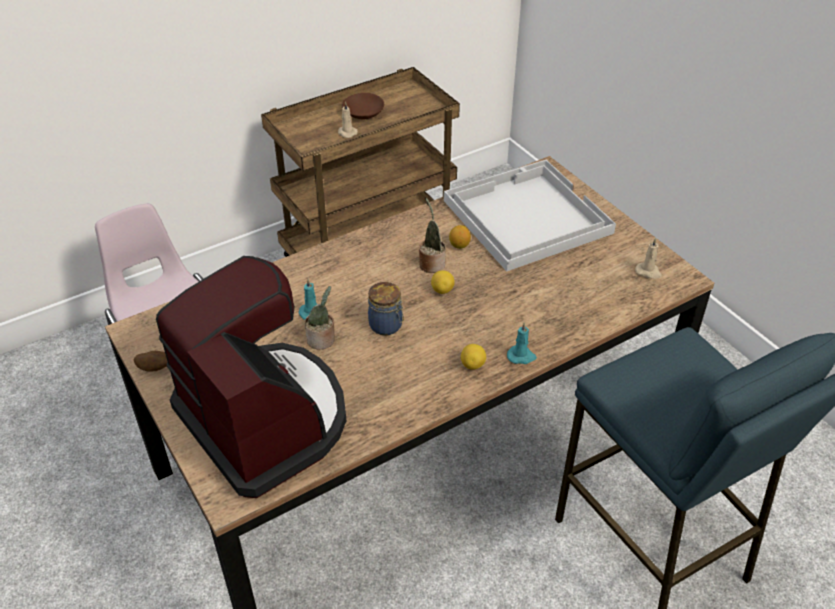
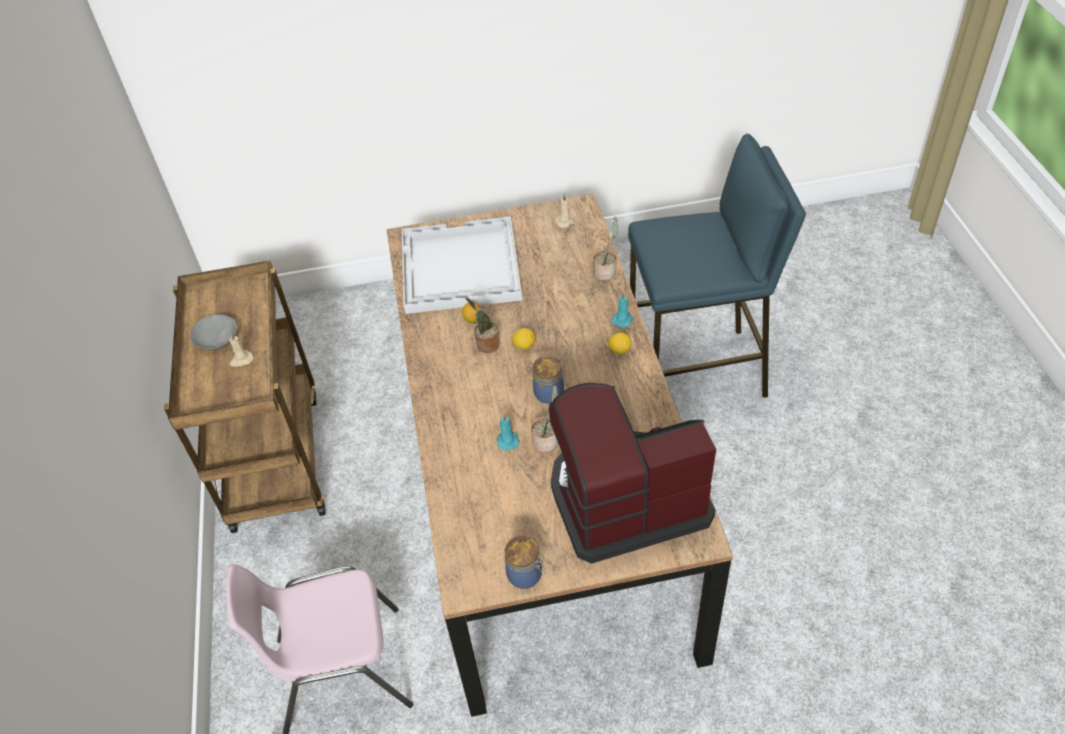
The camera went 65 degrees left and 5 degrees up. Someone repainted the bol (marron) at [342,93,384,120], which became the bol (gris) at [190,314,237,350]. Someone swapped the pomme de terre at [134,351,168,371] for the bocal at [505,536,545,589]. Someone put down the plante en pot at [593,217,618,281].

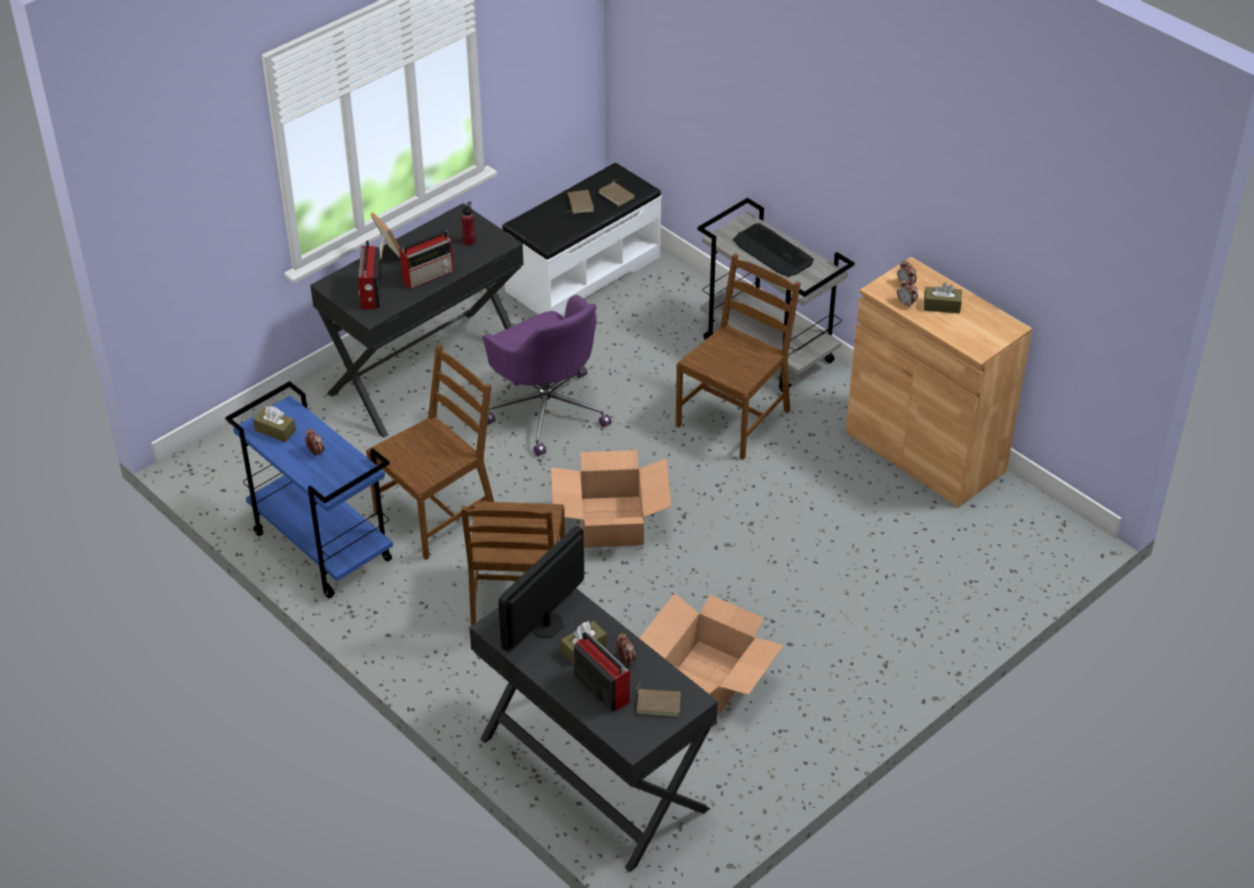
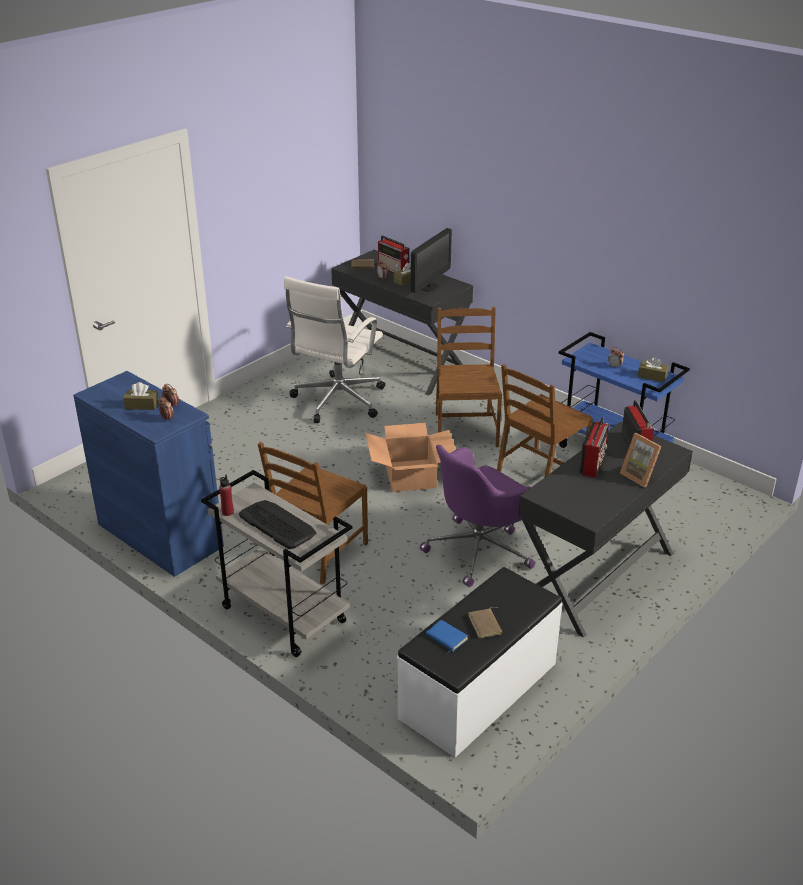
The camera went 175 degrees right and 10 degrees down. Someone repainted the meuble de rangement (marron) at [846,257,1032,508], which became the meuble de rangement (bleu) at [73,371,224,577]. Someone carried the bouteille (rouge) from [461,202,475,245] to [219,475,234,516]. Someone swapped the carton at [639,593,784,715] for the chaise de bureau (blanc) at [284,276,385,423]. Someone rotated the chaise de bureau (violet) at [483,295,611,456] by 90 degrees counterclockwise. Someone repainted the livre (marron) at [599,179,635,206], which became the livre (bleu) at [426,620,468,653]. Someone rotated the radio at [399,230,454,289] by 150 degrees clockwise.

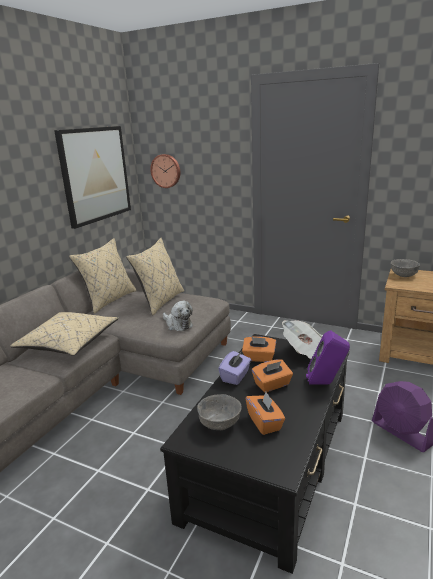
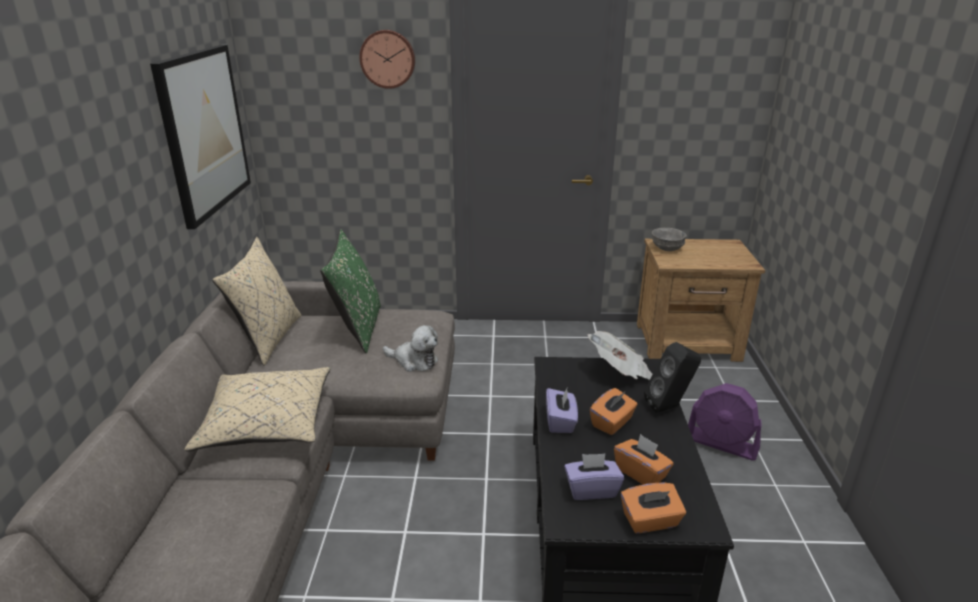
The camera went 25 degrees left and 5 degrees up. Someone repainted the coussin (beige) at [126,238,184,316], which became the coussin (vert) at [320,229,381,353]. Someone carried the horloge murale from [150,154,180,188] to [359,30,415,89]. Someone swapped the bol (gris) at [197,394,242,430] for the boîte à mouchoirs (violet) at [564,454,624,500]. Someone carried the boîte à mouchoirs (orange) from [242,336,276,362] to [621,482,686,533]. Someone repainted the enceinte (violet) at [306,331,350,385], which became the enceinte (noir) at [644,342,701,413].

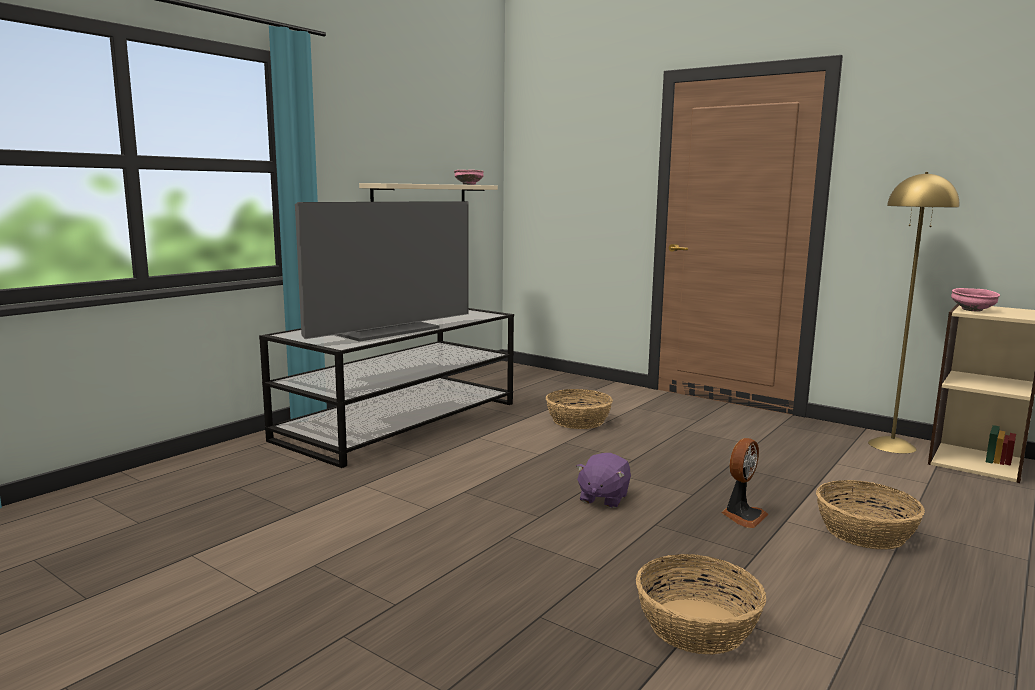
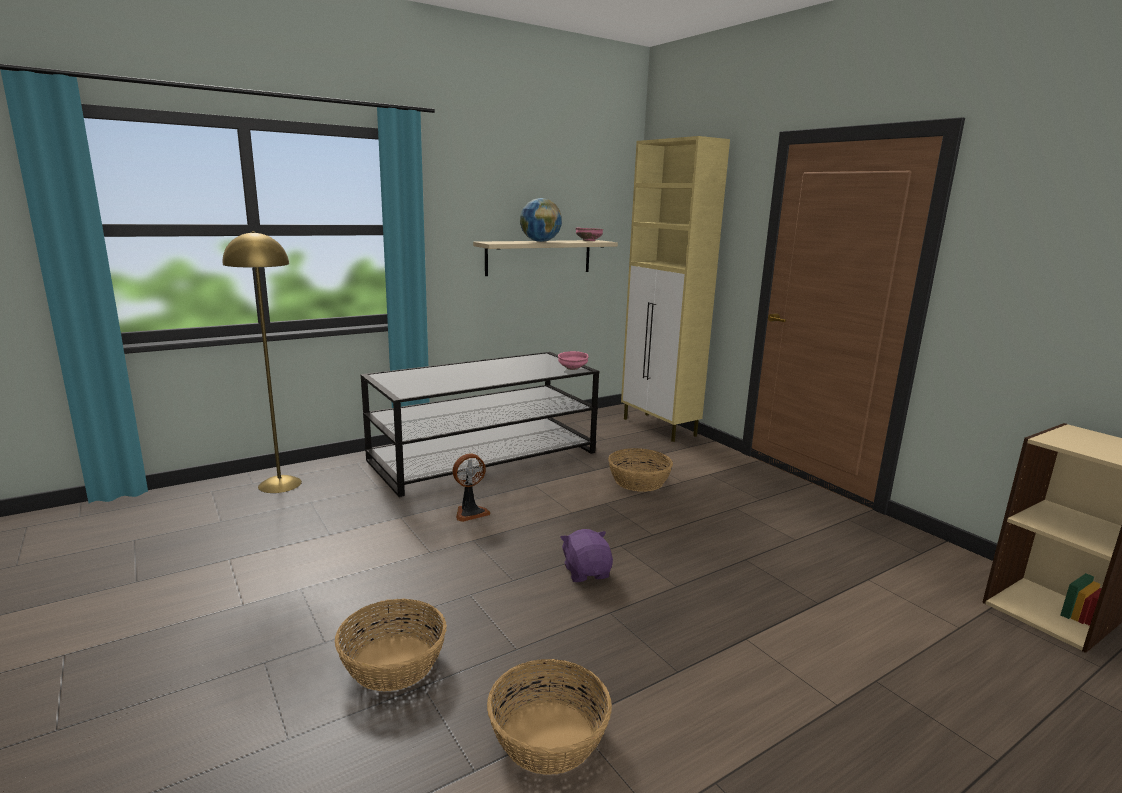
The camera went 20 degrees right and 5 degrees up. Someone carried the lampadaire (jaune) from [868,172,959,454] to [223,231,302,493]. Someone carried the panier from [816,480,925,549] to [335,599,447,692]. Someone carried the ventilateur from [721,438,768,528] to [452,453,491,522]. Someone put down the globe at [520,198,562,242]. Someone carried the bol (rose) from [951,288,1000,312] to [558,351,589,370]. Someone rotated the peluche (violet) at [576,453,631,508] by 120 degrees clockwise. Someone put down the meuble de rangement (beige) at [621,136,730,442]. Someone took away the téléviseur at [295,201,469,342].

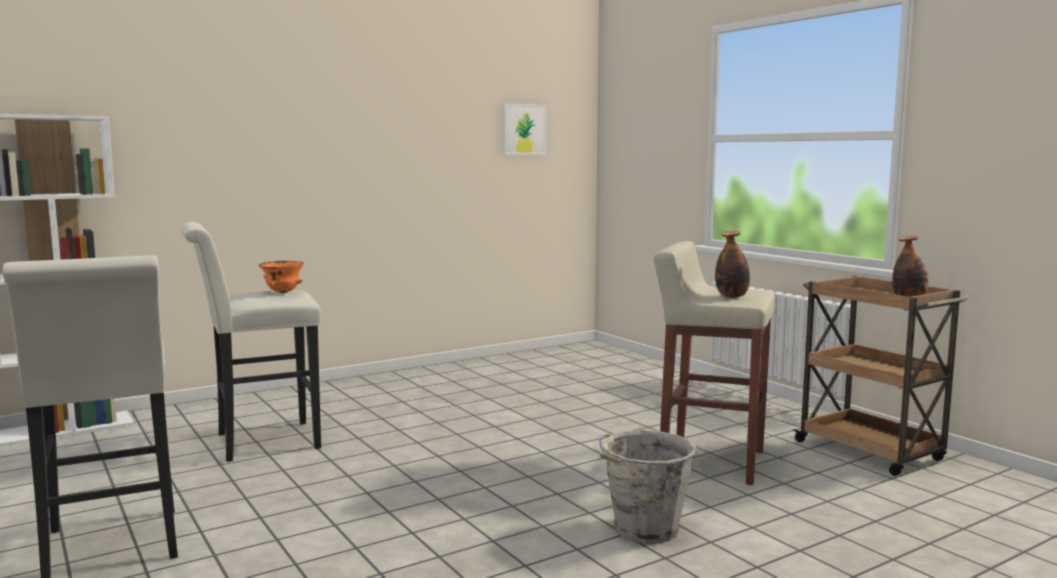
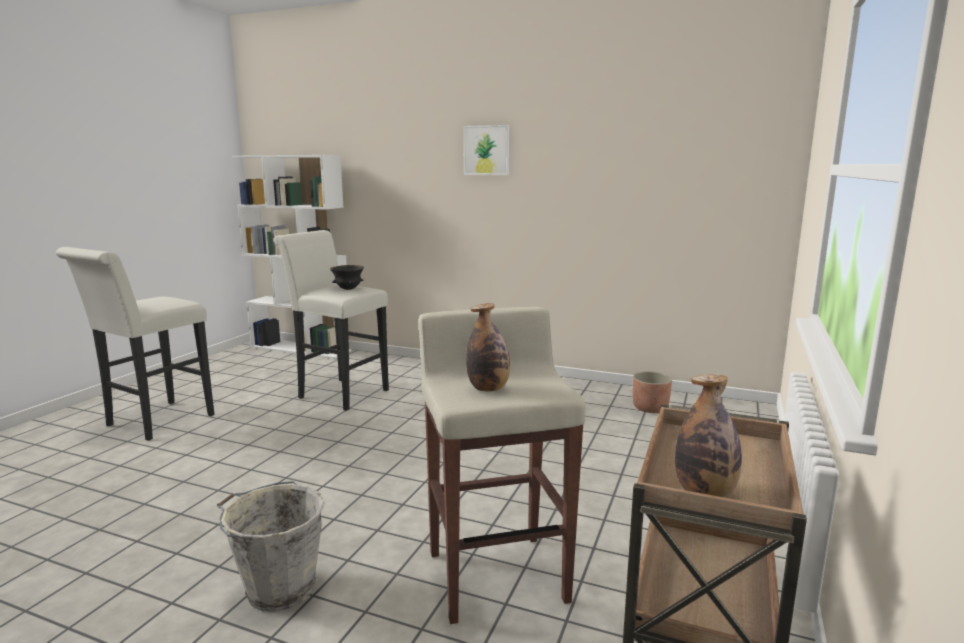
The camera went 55 degrees right and 5 degrees up. Someone repainted the bol (orange) at [259,261,304,293], which became the bol (noir) at [330,265,364,290]. Someone carried the tableau from [503,104,546,154] to [463,125,509,175]. Someone put down the cache-pot at [633,371,672,413].

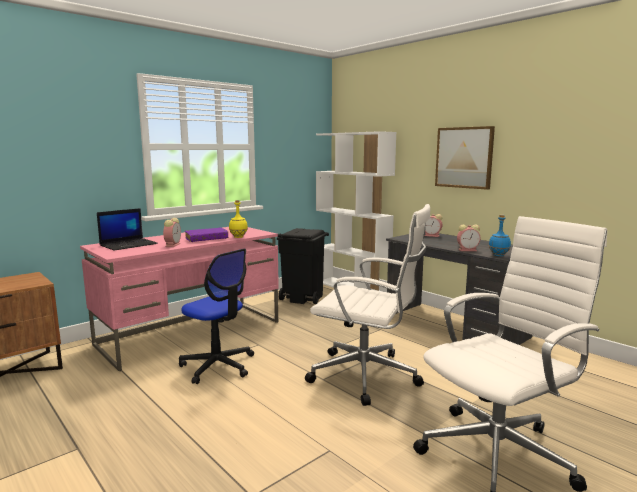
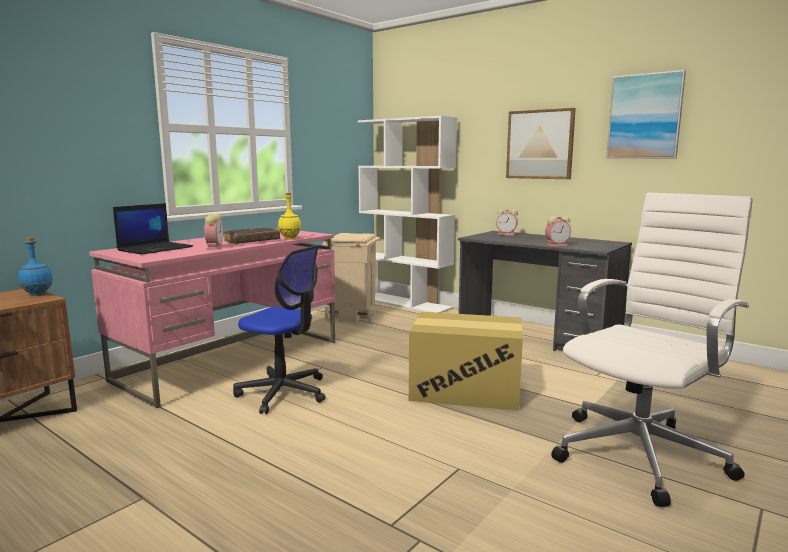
The camera went 10 degrees left and 0 degrees up. Someone carried the bouteille (bleu) from [489,215,511,257] to [18,237,53,296]. Someone repainted the livre (violet) at [185,227,228,242], which became the livre (marron) at [224,227,280,244]. Someone repainted the poubelle (noir) at [277,228,329,304], which became the poubelle (beige) at [322,233,380,322]. Someone swapped the chaise de bureau (blanc) at [305,204,431,406] for the carton at [409,312,523,411]. Someone put up the tableau at [606,70,686,159].

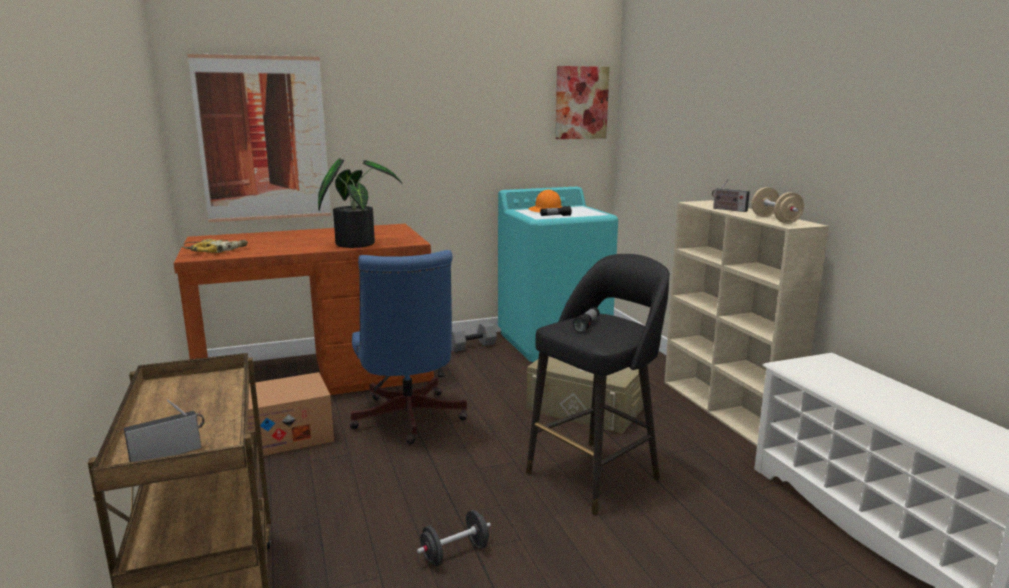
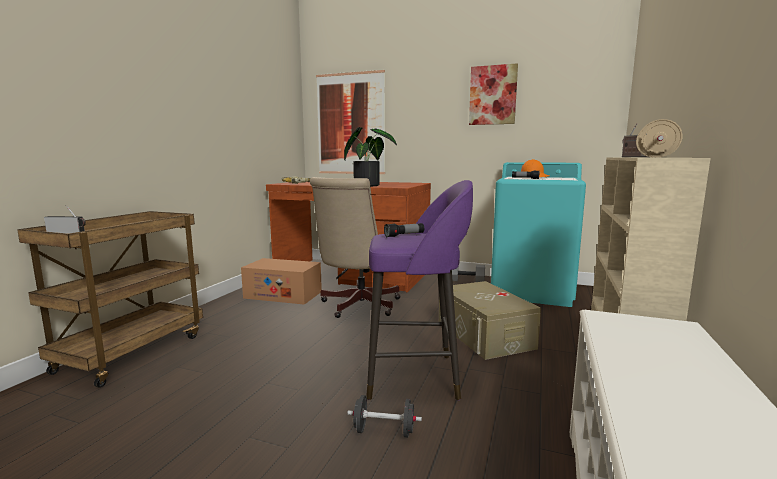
The camera went 40 degrees right and 5 degrees down. Someone repainted the chaise de bureau (bleu) at [350,250,467,444], which became the chaise de bureau (beige) at [310,177,401,318]. Someone carried the haltère (noir) from [417,510,491,566] to [347,395,422,438]. Someone repainted the tabouret (noir) at [526,254,670,516], which became the tabouret (violet) at [366,180,473,400]. Someone carried the tableau from [555,66,609,139] to [469,63,518,125].

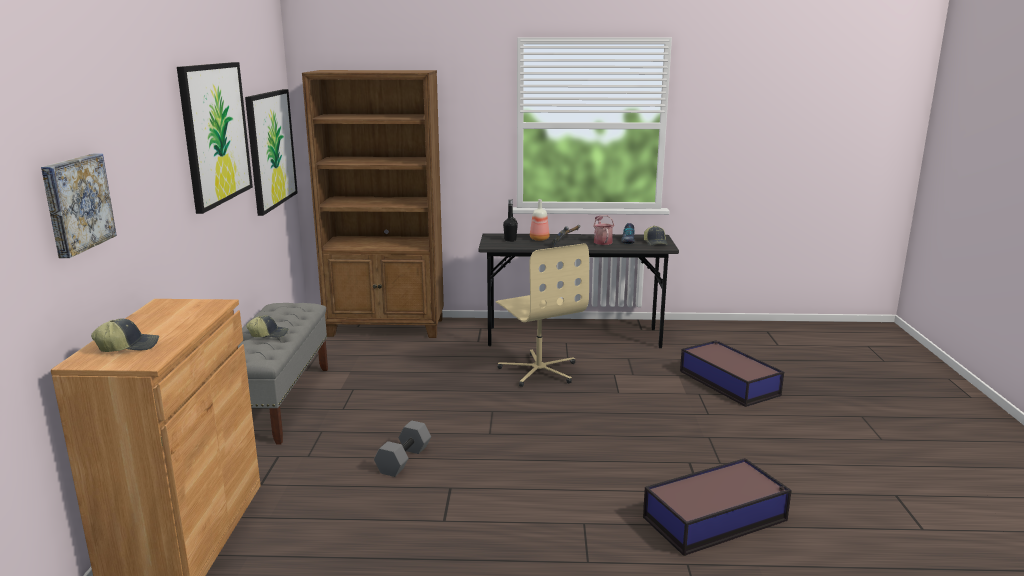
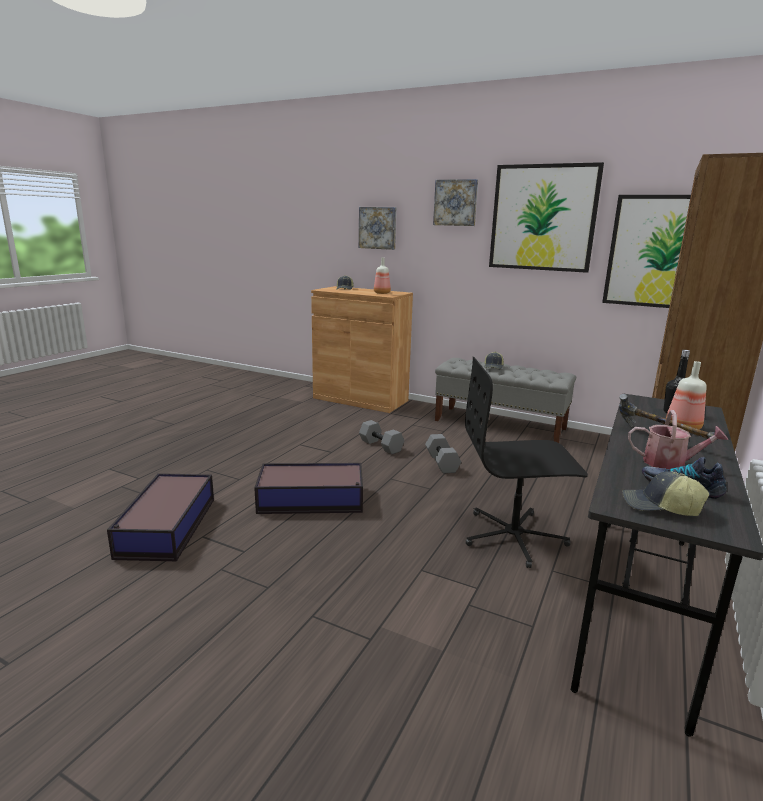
The camera went 115 degrees right and 0 degrees up. Someone carried the boîte de rangement from [680,340,784,407] to [254,463,363,514]. Someone put down the bouteille at [374,258,391,294]. Someone put down the haltère (gris) at [425,434,461,474]. Someone put up the tableau at [433,179,478,226]. Someone repainted the chaise de bureau (beige) at [496,243,589,387], which became the chaise de bureau (noir) at [465,357,588,568].

